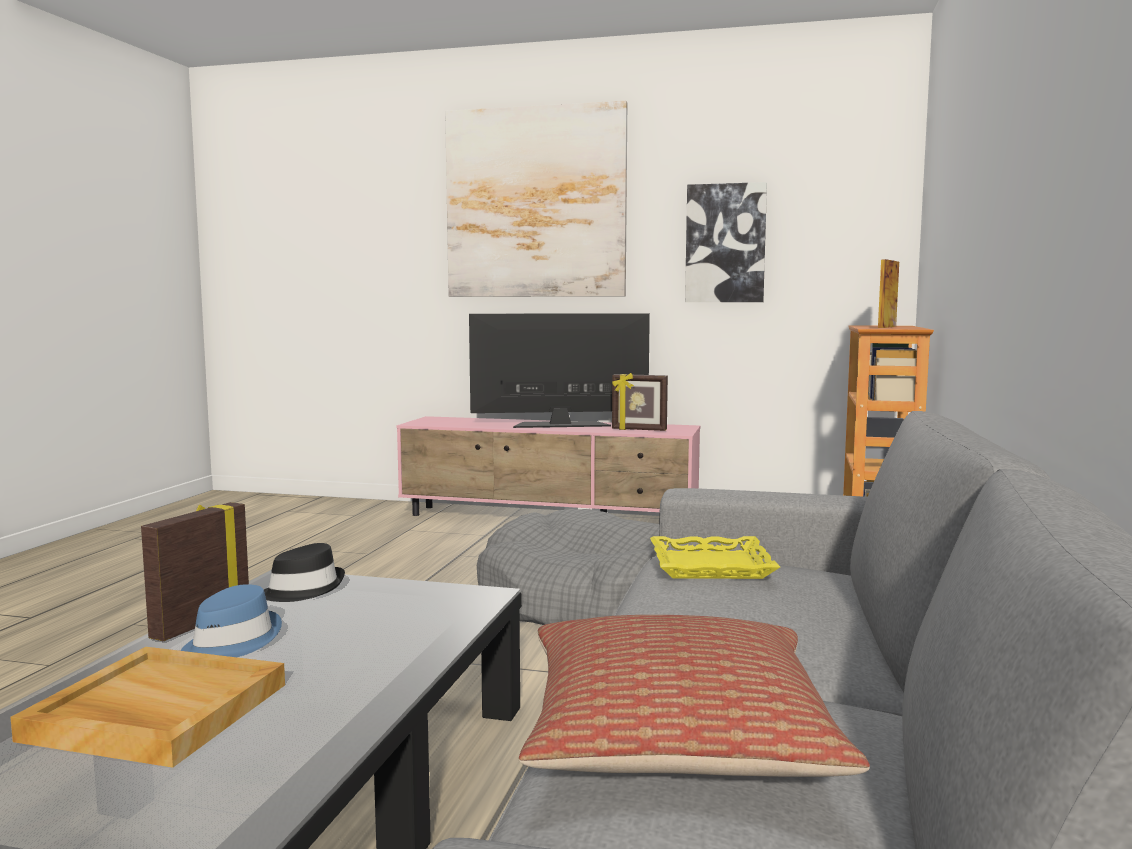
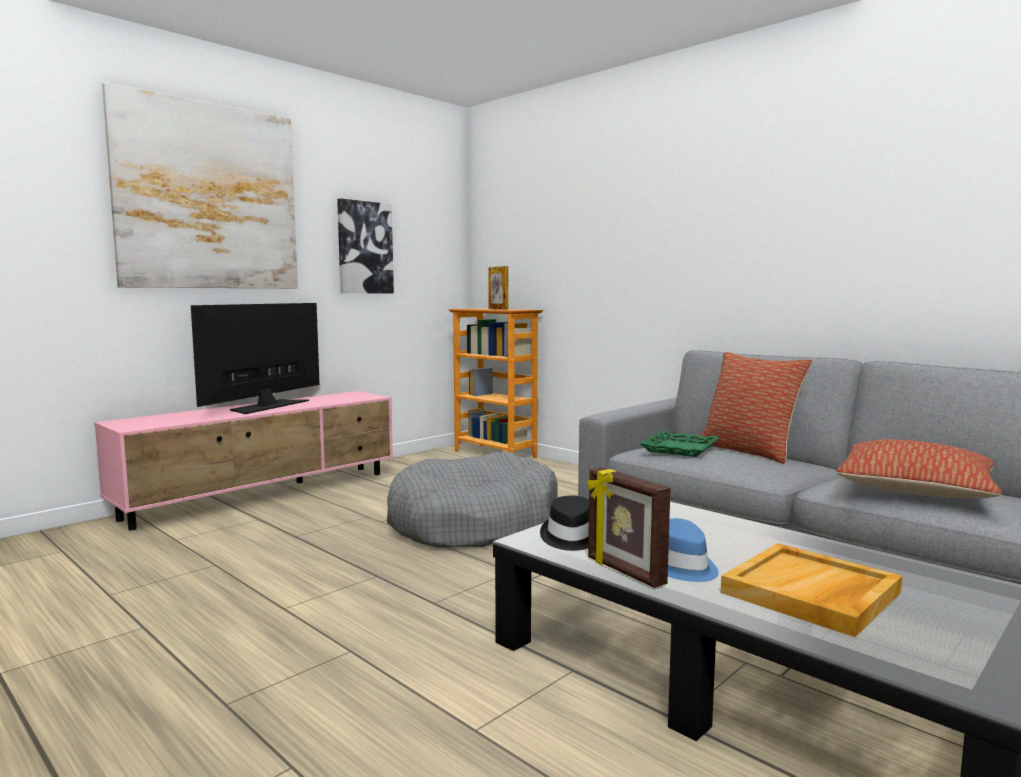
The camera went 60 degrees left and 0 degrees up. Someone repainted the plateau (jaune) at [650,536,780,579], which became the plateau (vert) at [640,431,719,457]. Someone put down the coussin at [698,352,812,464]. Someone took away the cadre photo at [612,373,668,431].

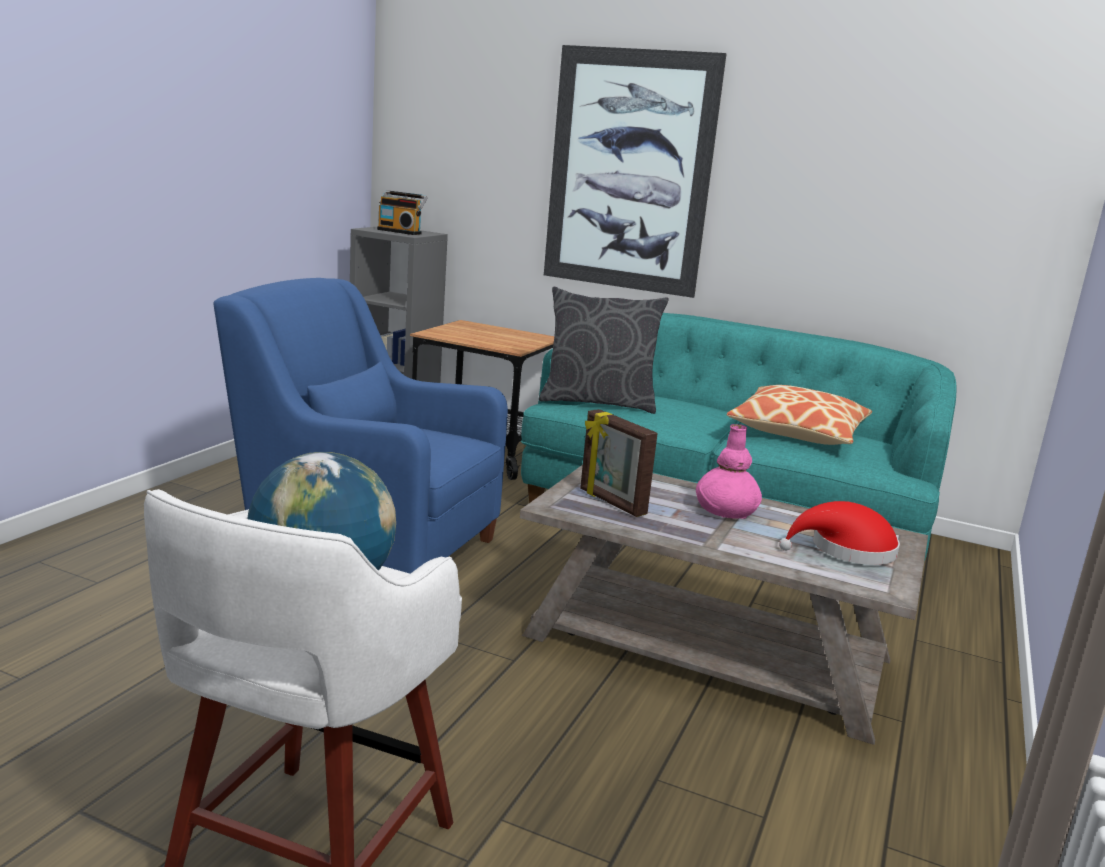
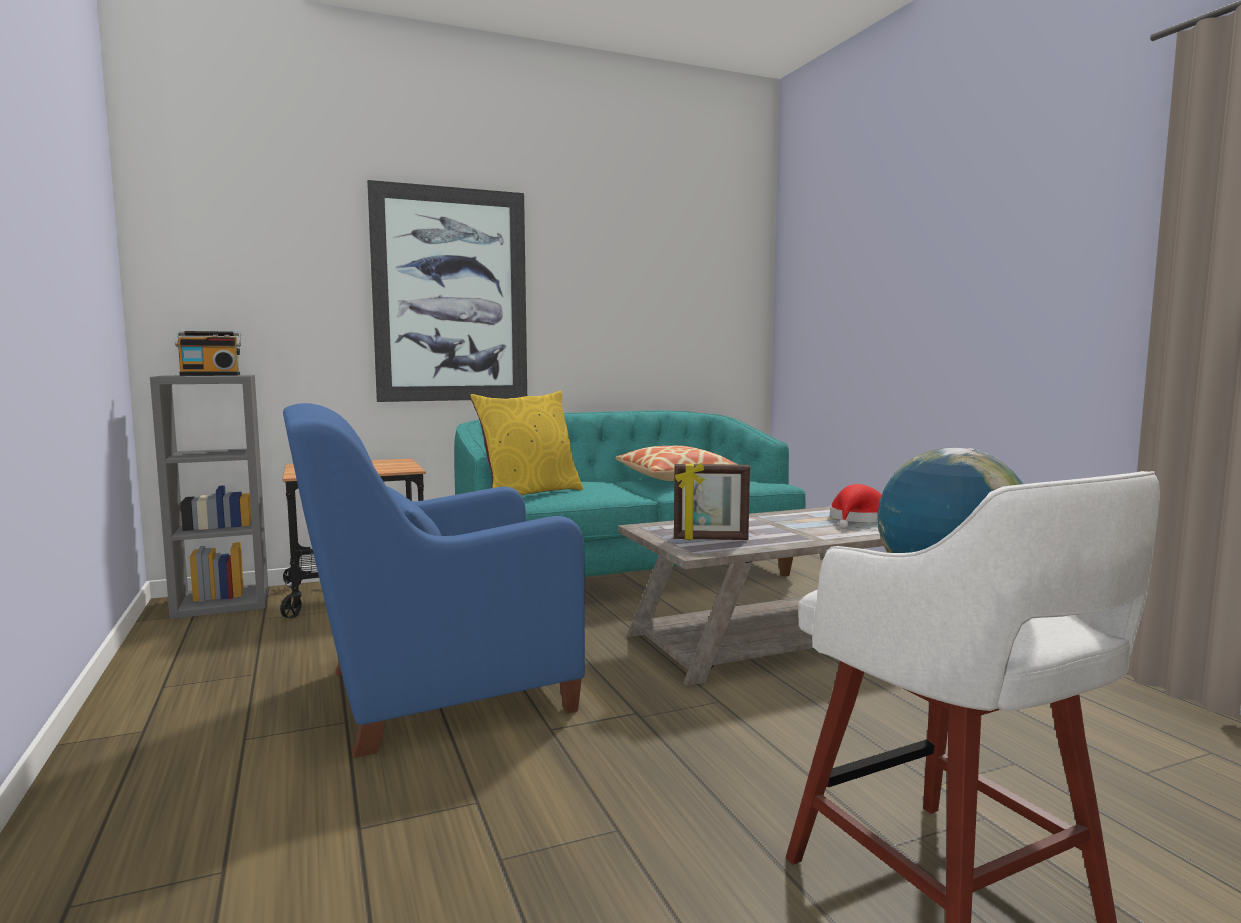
The camera went 45 degrees left and 10 degrees down. Someone repainted the coussin (gris) at [539,286,669,414], which became the coussin (jaune) at [470,391,583,495]. Someone took away the vase (rose) at [696,424,762,519].

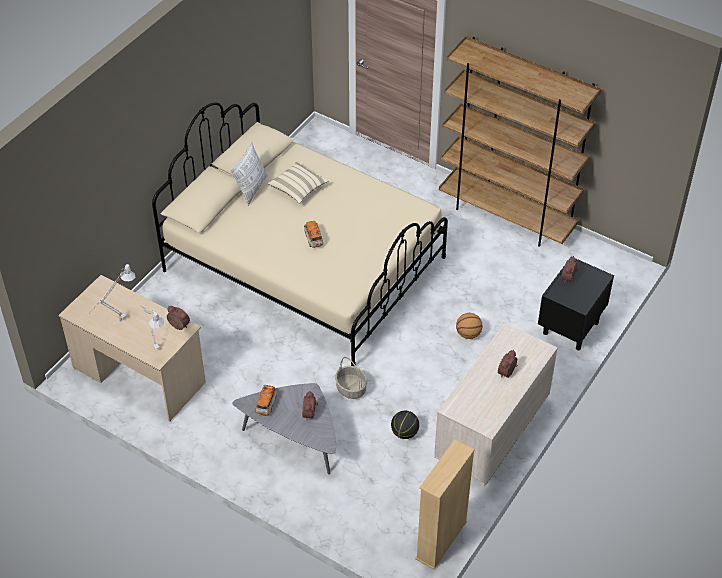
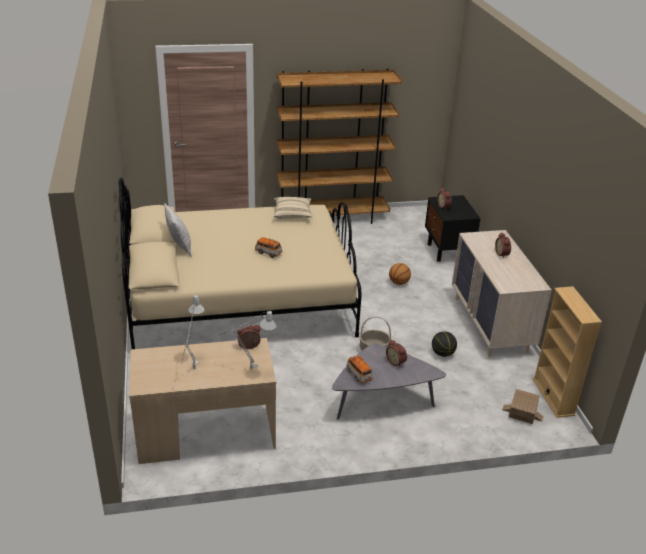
The camera went 45 degrees left and 15 degrees down. Someone carried the coussin (beige) from [268,161,329,204] to [274,197,313,219]. Someone put down the maison miniature at [502,389,543,424].

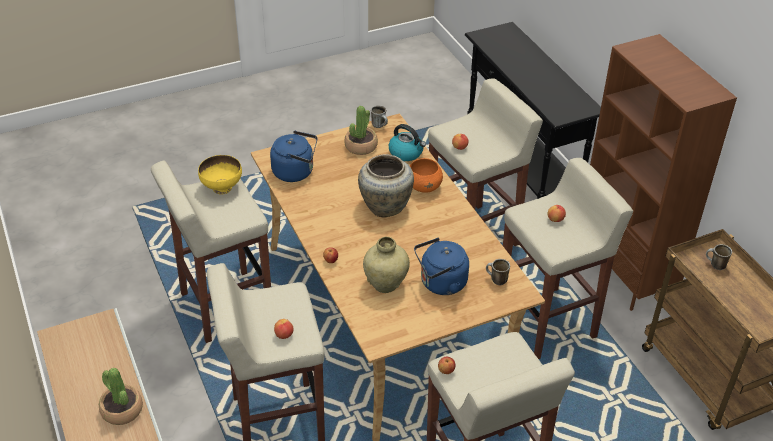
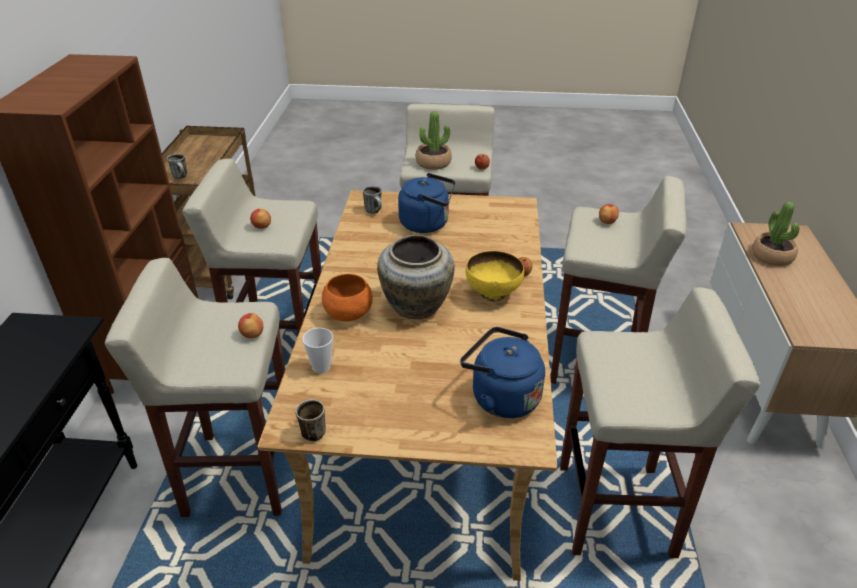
The camera went 150 degrees left and 5 degrees down. Someone swapped the bouilloire at [389,124,426,161] for the tasse at [302,328,333,374]. Someone carried the plante en pot from [345,106,378,155] to [416,111,452,170]. Someone carried the bol (jaune) from [198,155,242,194] to [466,251,524,302]. Someone took away the vase (beige) at [363,237,410,293].

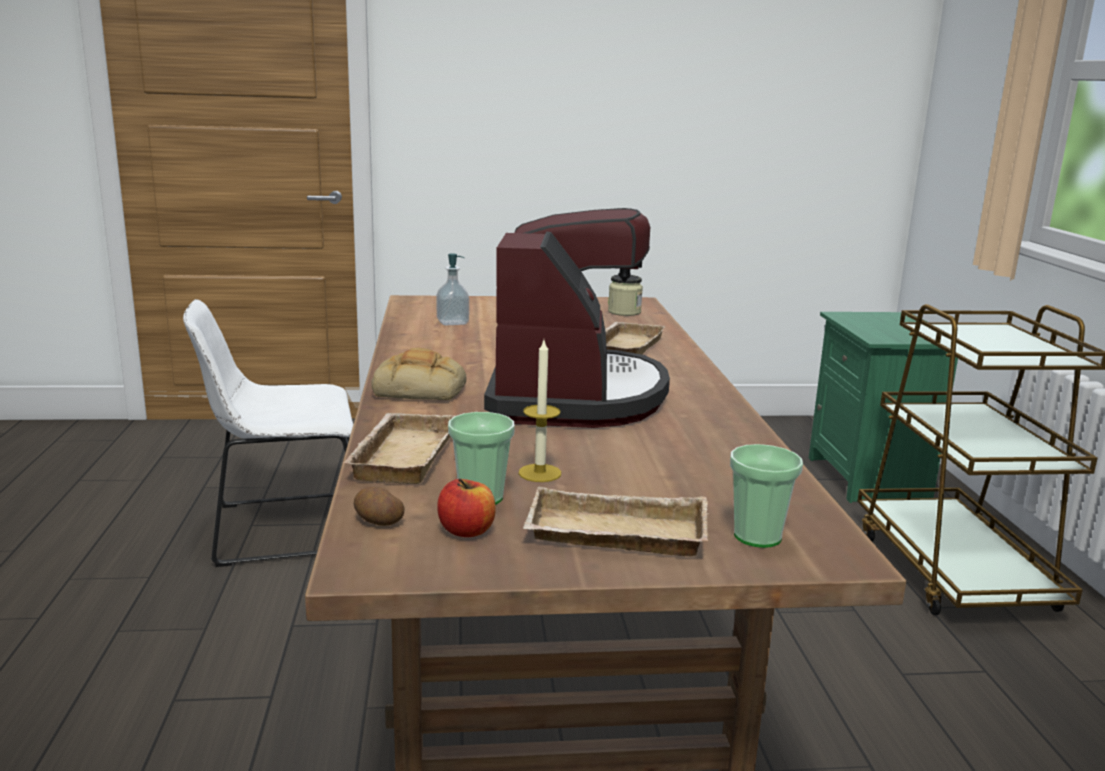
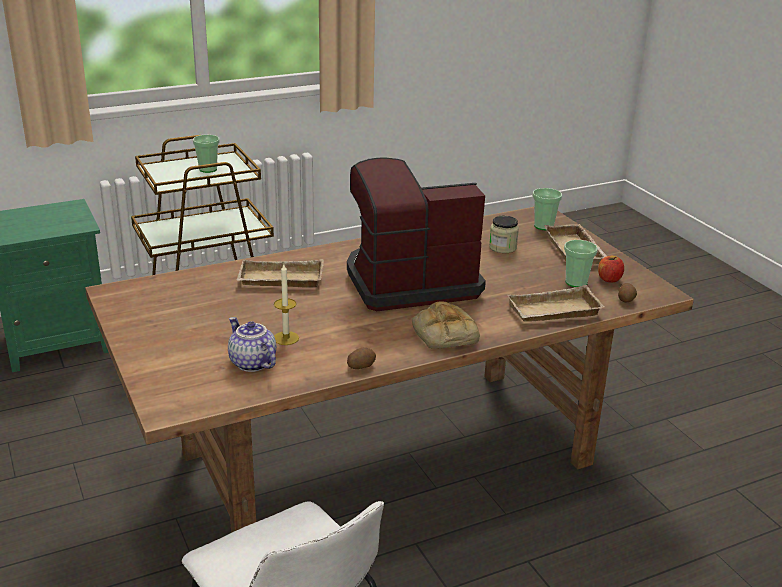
The camera went 110 degrees left and 10 degrees up. Someone put down the tasse at [193,135,220,173]. Someone swapped the distributeur de savon at [437,253,469,325] for the théière at [228,317,276,372]. Someone carried the bougie from [519,340,561,482] to [274,264,299,345]. Someone put down the pomme de terre at [347,348,376,369]. Someone carried the bocal from [608,275,643,316] to [489,215,519,253].

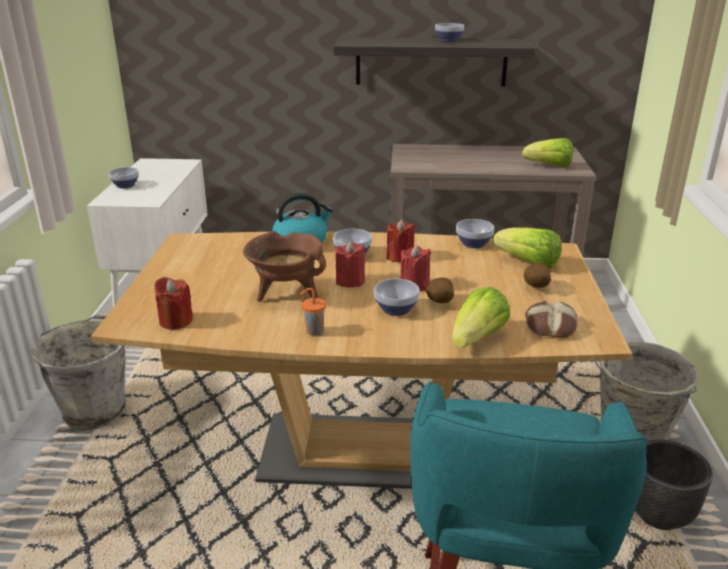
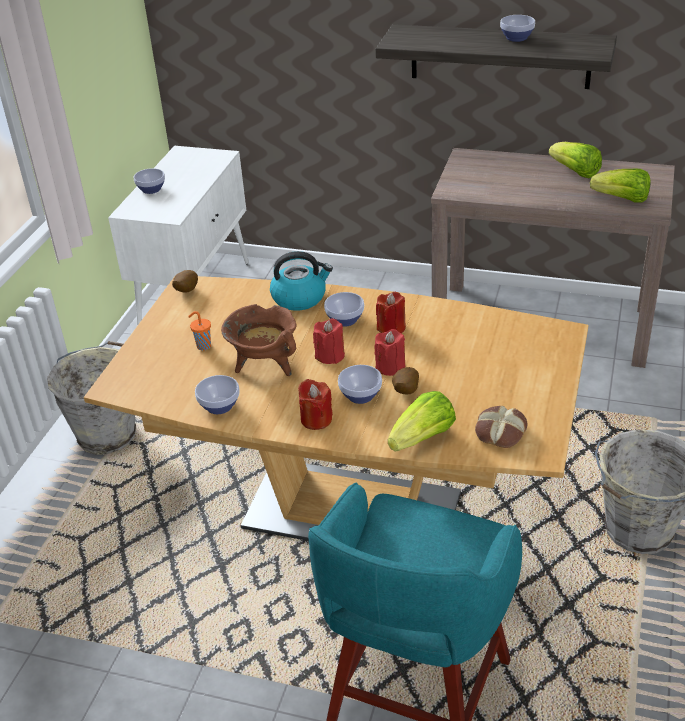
The camera went 15 degrees right and 10 degrees up. Someone carried the pomme de terre from [524,263,551,288] to [172,270,198,293]. Someone carried the tasse (orange) from [299,287,326,336] to [188,311,211,350]. Someone carried the bol from [456,219,494,248] to [195,375,240,414]. Someone carried the bougie (rouge) from [154,277,193,329] to [298,379,333,430]. Someone carried the laitue from [493,227,562,269] to [549,142,602,178]. Someone took away the cache-pot (noir) at [635,439,713,530].

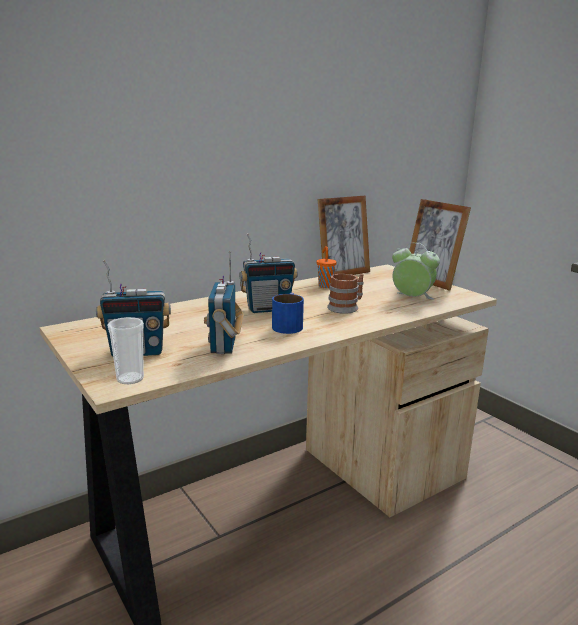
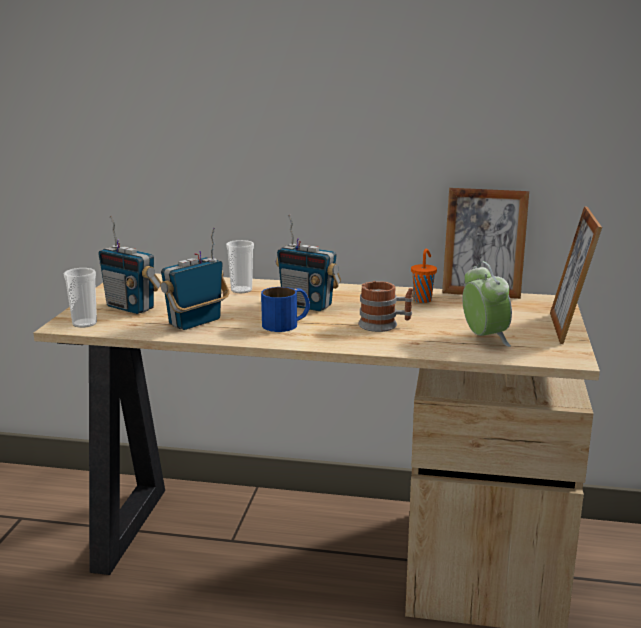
The camera went 45 degrees right and 0 degrees up. Someone put down the tasse at [226,240,254,293].

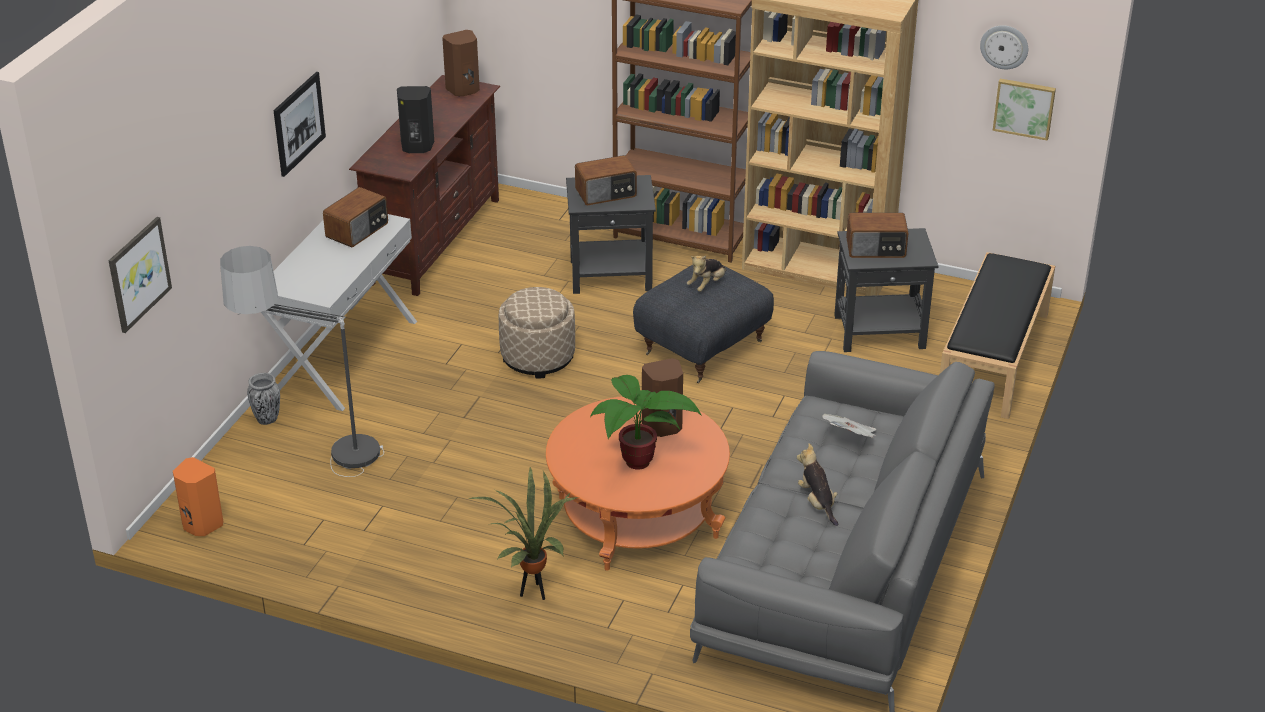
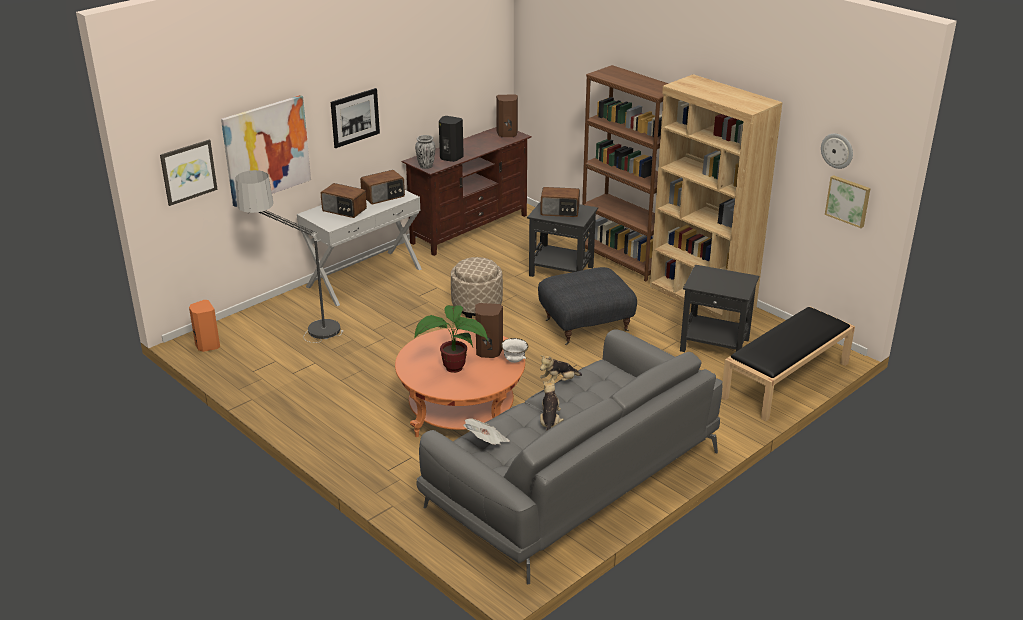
The camera went 25 degrees right and 5 degrees down. Someone put up the tableau at [221,95,311,207]. Someone carried the radio from [846,213,909,258] to [321,183,367,218]. Someone carried the vase from [247,373,280,425] to [415,135,435,169]. Someone carried the journal from [822,414,876,438] to [463,418,510,445]. Someone put down the bol (blanc) at [501,338,528,363]. Someone carried the peluche from [687,256,726,292] to [540,355,582,382]. Someone took away the plante en pot at [469,466,578,600].

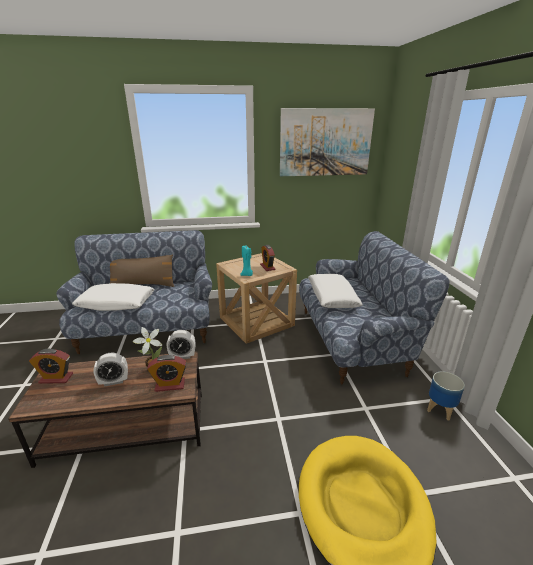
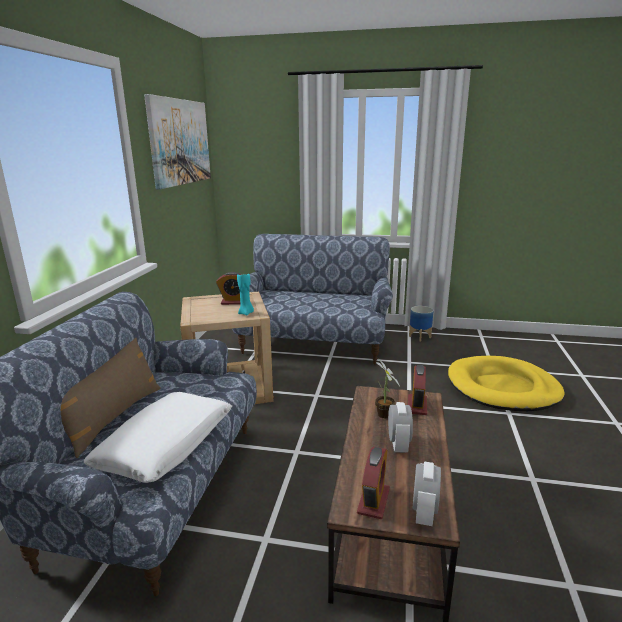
The camera went 70 degrees left and 5 degrees down. Someone carried the réveil from [167,330,195,359] to [413,462,441,526]. Someone took away the coussin (blanc) at [308,274,363,308].

